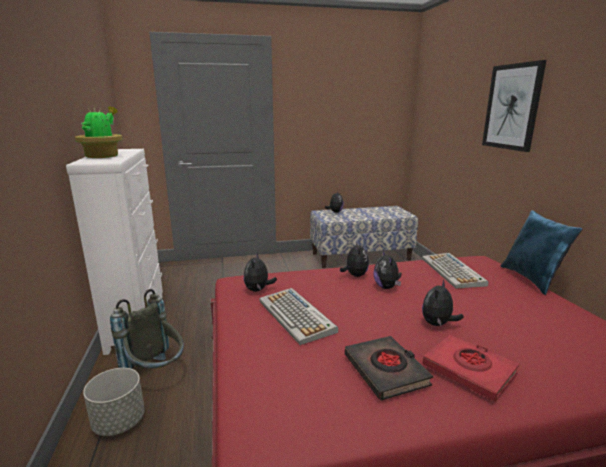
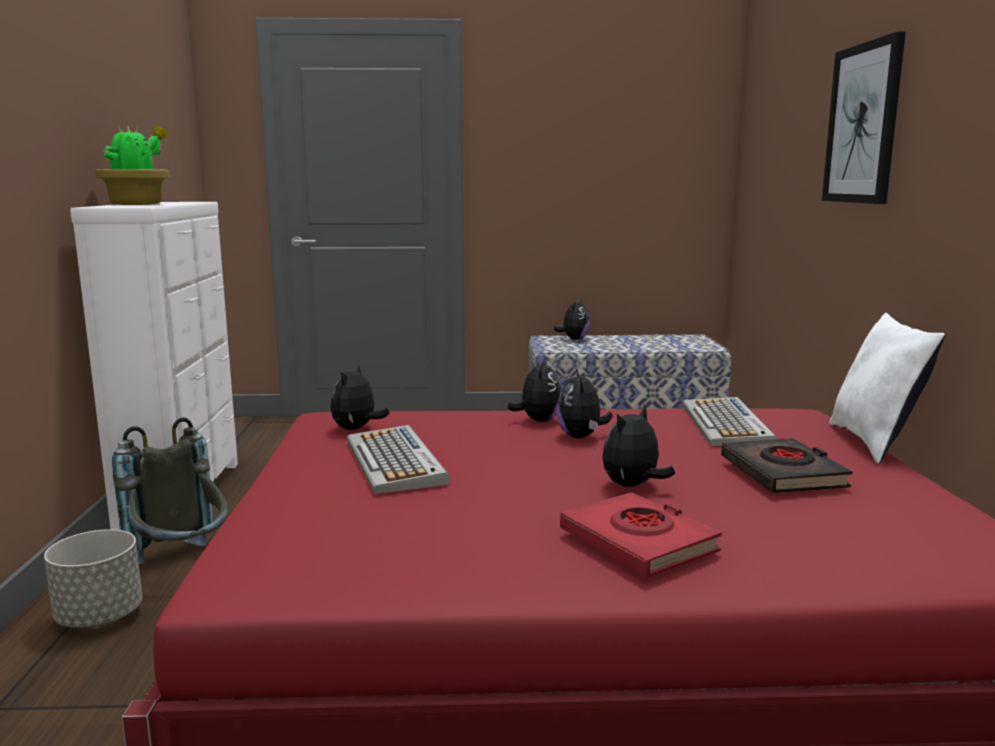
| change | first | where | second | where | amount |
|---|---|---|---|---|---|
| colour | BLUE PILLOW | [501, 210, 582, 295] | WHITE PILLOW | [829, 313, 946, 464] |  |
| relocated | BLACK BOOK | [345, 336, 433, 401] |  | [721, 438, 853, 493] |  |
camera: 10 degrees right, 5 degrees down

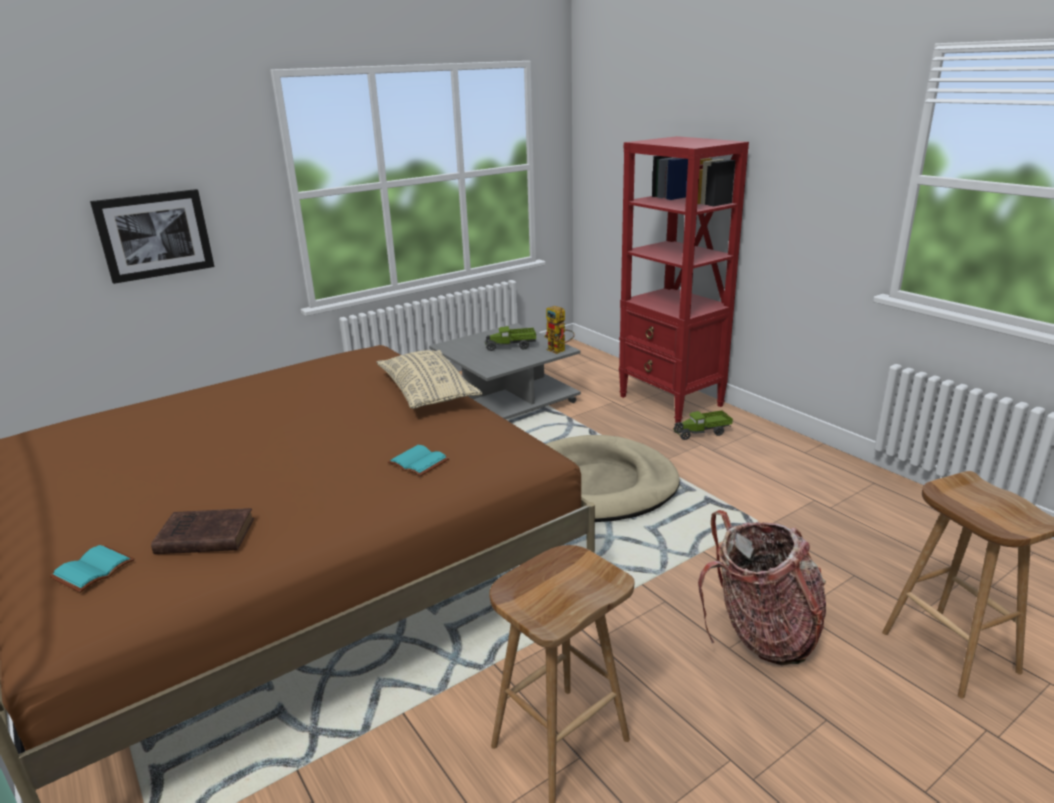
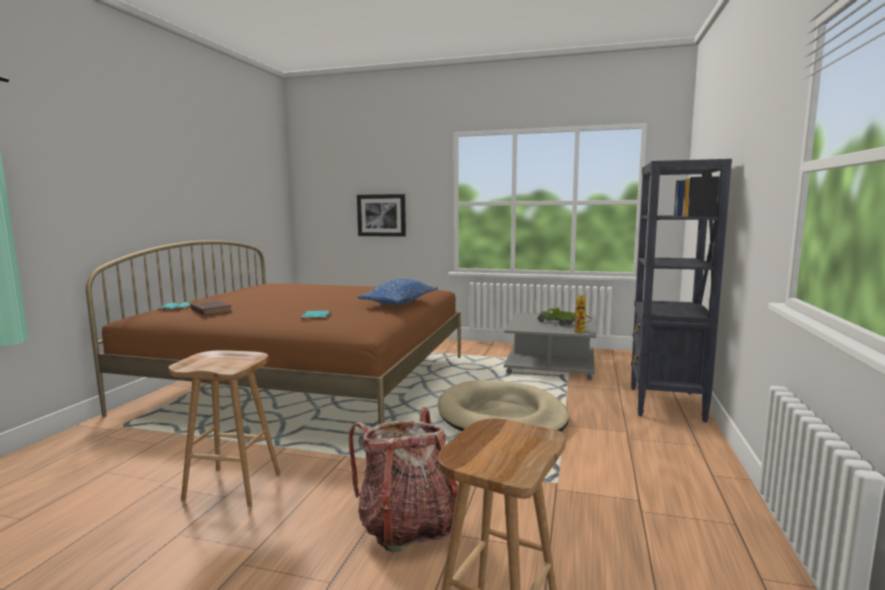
| change | first | where | second | where | amount |
|---|---|---|---|---|---|
| colour | RED BOOKCASE | [619, 136, 749, 423] | BLACK BOOKCASE | [631, 159, 732, 422] |  |
| colour | BEIGE PILLOW | [377, 350, 482, 409] | BLUE PILLOW | [357, 279, 438, 305] |  |
| missing | TOY TRUCK | [673, 410, 733, 440] |  |  |  |
camera: 50 degrees right, 15 degrees down

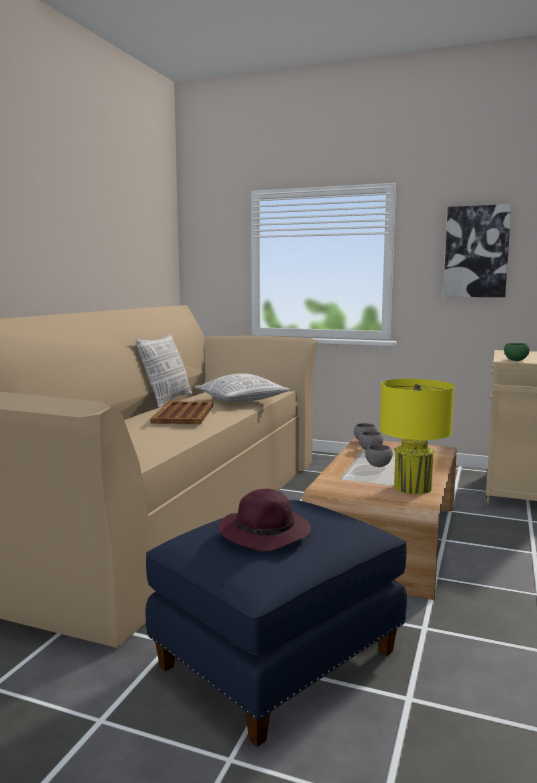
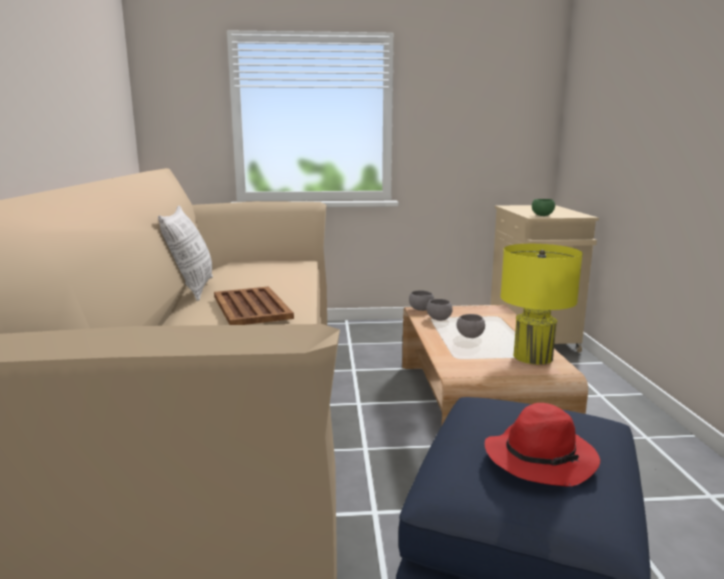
| change | first | where | second | where | amount |
|---|---|---|---|---|---|
| missing | PICTURE | [443, 204, 512, 297] |  |  |  |
| missing | PILLOW | [195, 373, 291, 402] |  |  |  |
| colour | PURPLE HAT | [218, 489, 311, 551] | RED HAT | [485, 403, 600, 486] |  |
camera: 25 degrees left, 5 degrees up

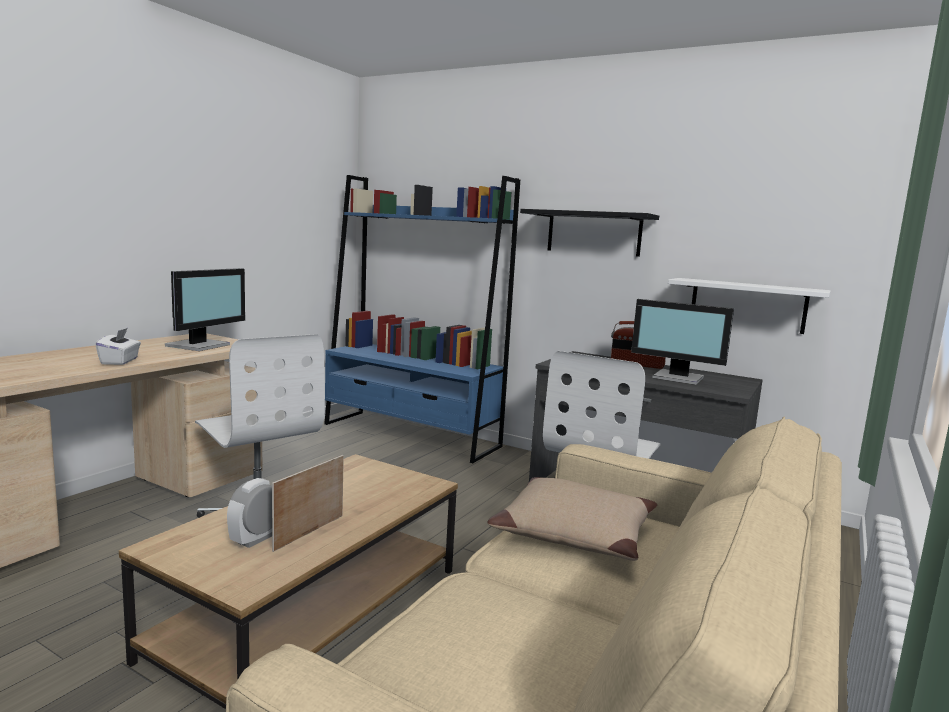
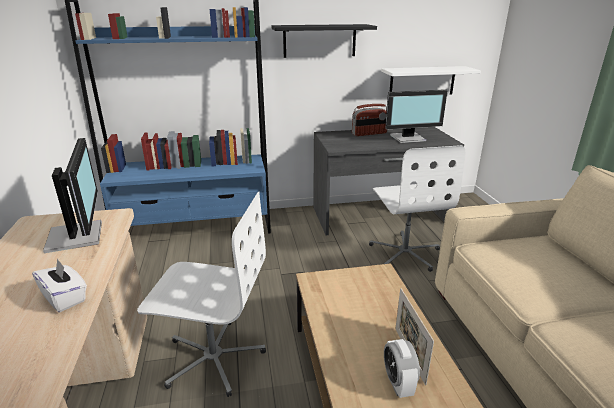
| change | first | where | second | where | amount |
|---|---|---|---|---|---|
| missing | BEIGE PILLOW | [487, 477, 657, 561] |  |  |  |
camera: 40 degrees left, 15 degrees up

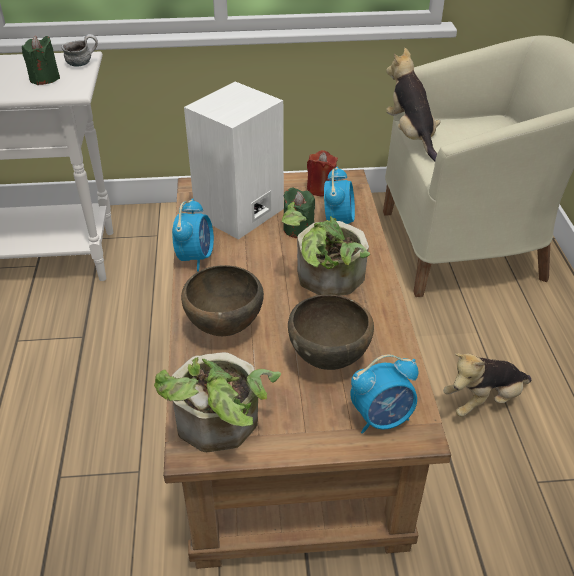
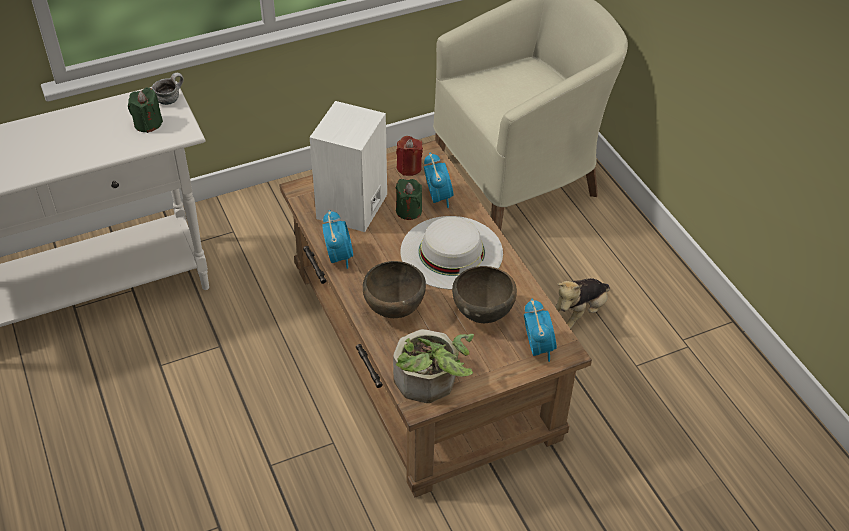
| change | first | where | second | where | amount |
|---|---|---|---|---|---|
| missing | PLUSH TOY | [386, 48, 441, 161] |  |  |  |
| exchanged | POTTED PLANT | [282, 202, 370, 296] | WHITE HAT | [401, 216, 503, 289] |  |
| spun | ALARM CLOCK | [350, 354, 418, 434] |  | [524, 299, 557, 362] | 60 degrees counterclockwise |
camera: 20 degrees left, 5 degrees up

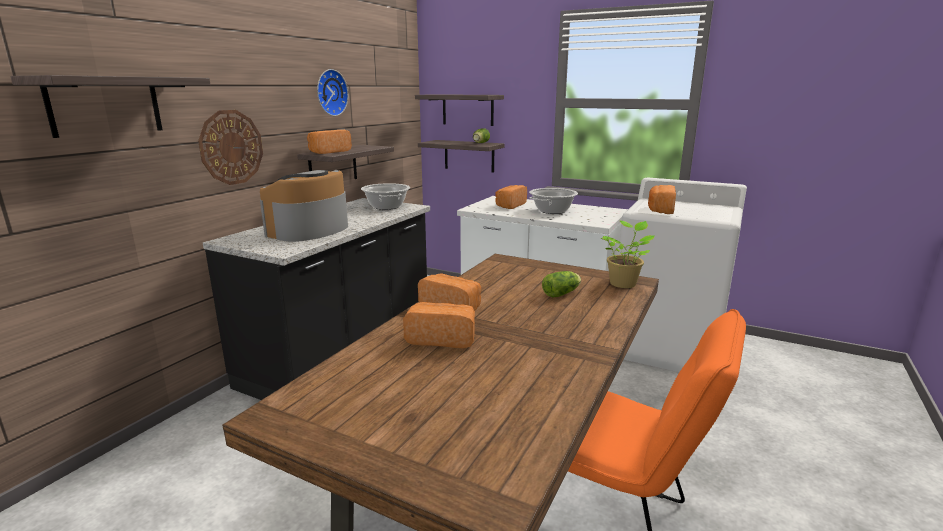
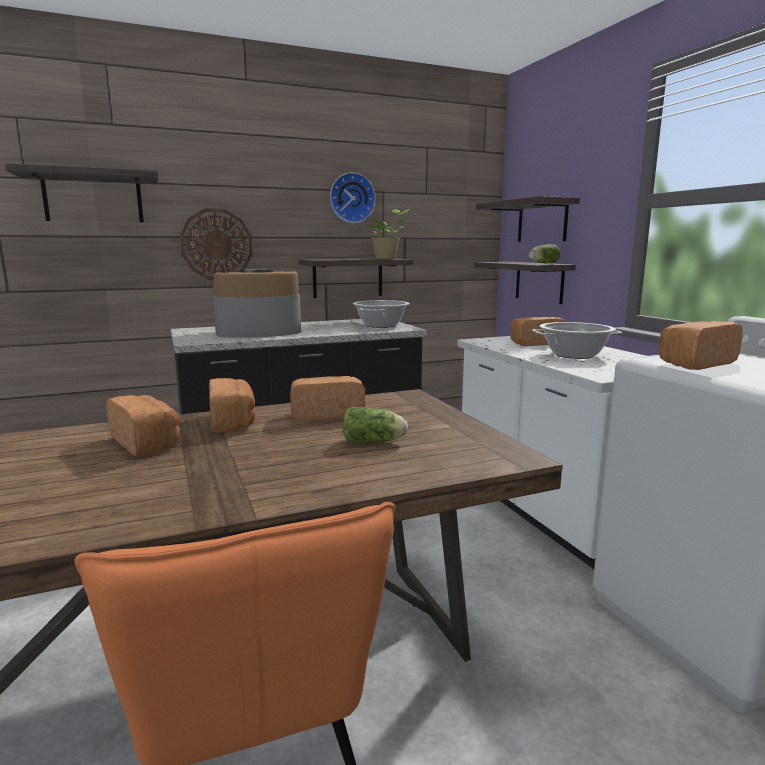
| change | first | where | second | where | amount |
|---|---|---|---|---|---|
| relocated | BREAD | [307, 130, 352, 154] |  | [290, 376, 365, 421] |  |
| relocated | POTTED PLANT | [600, 220, 655, 288] |  | [367, 209, 410, 259] |  |
camera: 40 degrees right, 5 degrees down

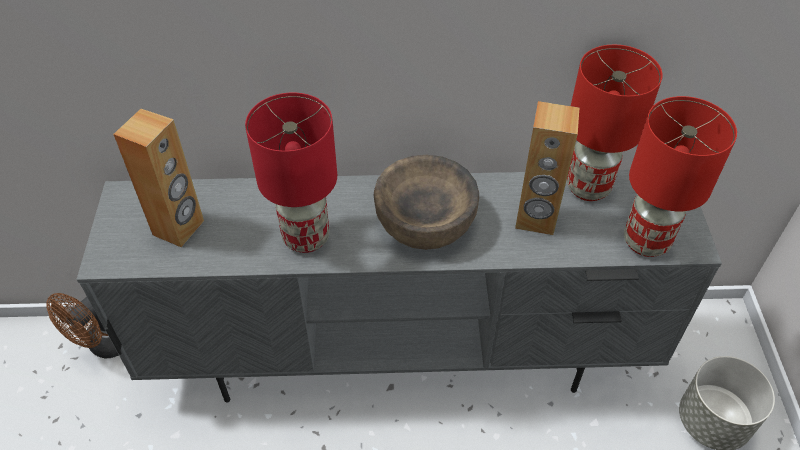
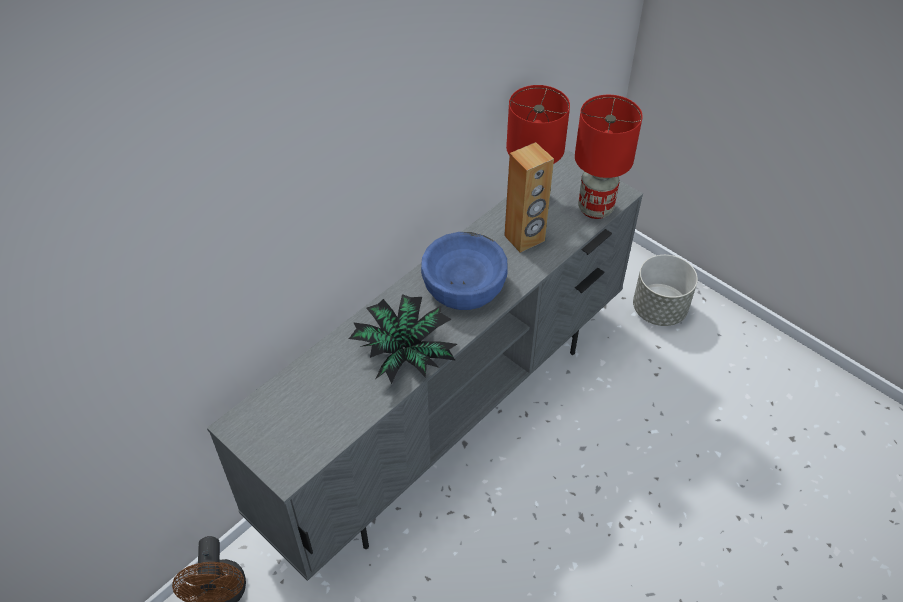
| change | first | where | second | where | amount |
|---|---|---|---|---|---|
| exchanged | RED TABLE LAMP | [245, 93, 337, 253] | POTTED PLANT | [349, 294, 457, 384] |  |
| missing | BROWN SPEAKER | [113, 108, 204, 247] |  |  |  |
| colour | BROWN BOWL | [374, 155, 479, 250] | BLUE BOWL | [421, 232, 508, 310] |  |
camera: 45 degrees left, 0 degrees up

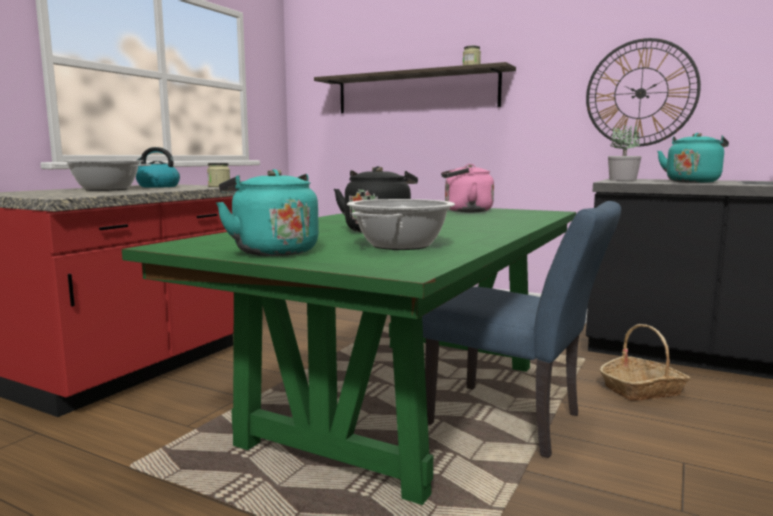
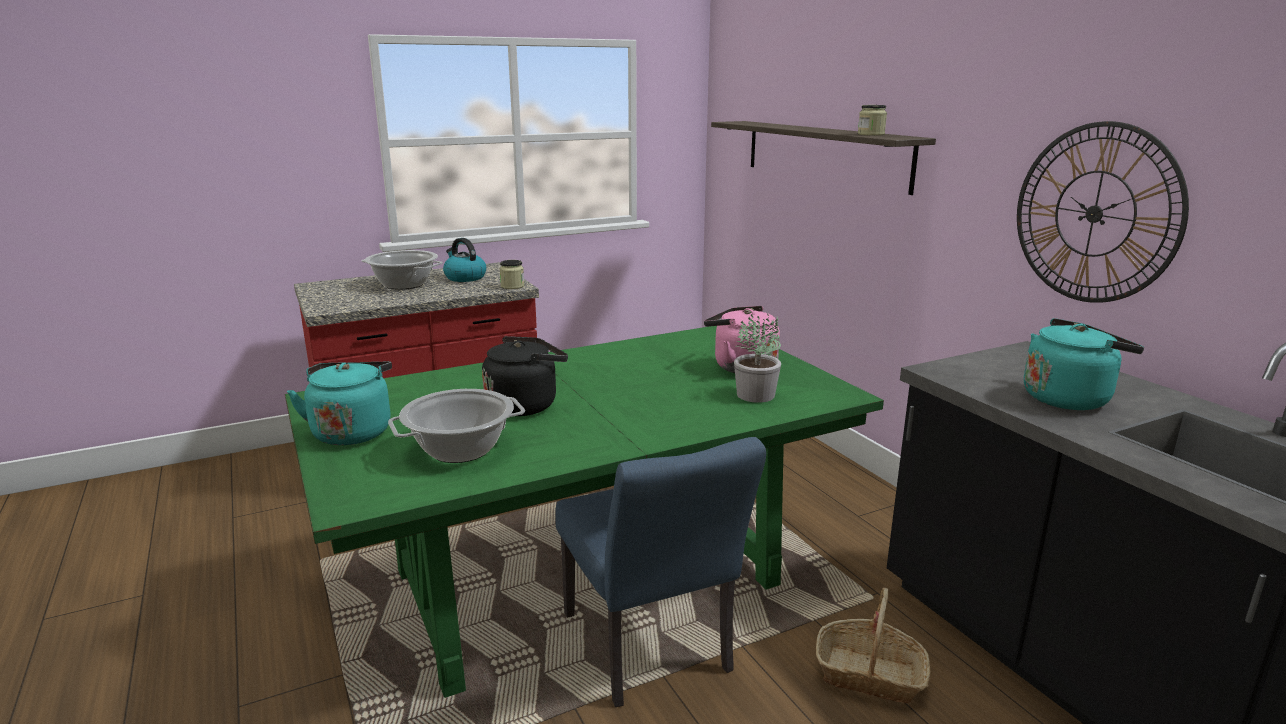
| change | first | where | second | where | amount |
|---|---|---|---|---|---|
| relocated | POTTED PLANT | [608, 124, 641, 181] |  | [734, 314, 781, 403] |  |
camera: 35 degrees right, 10 degrees up

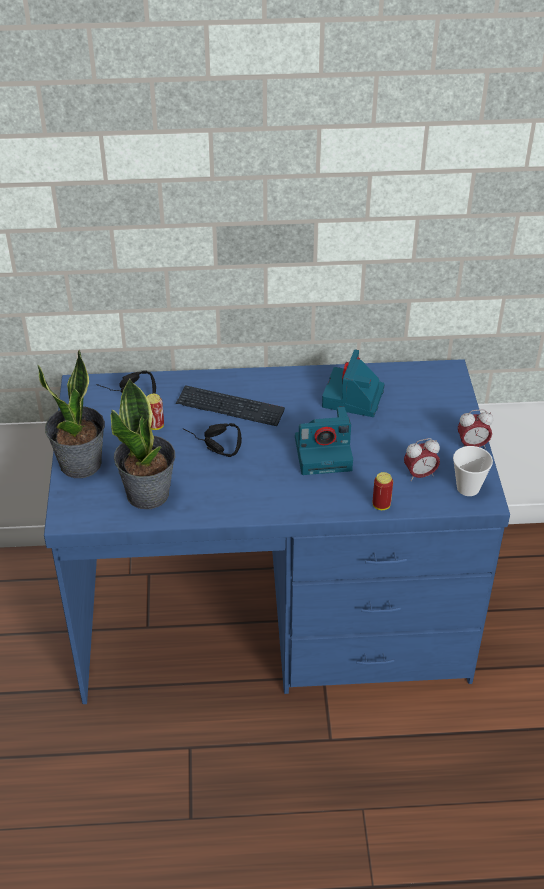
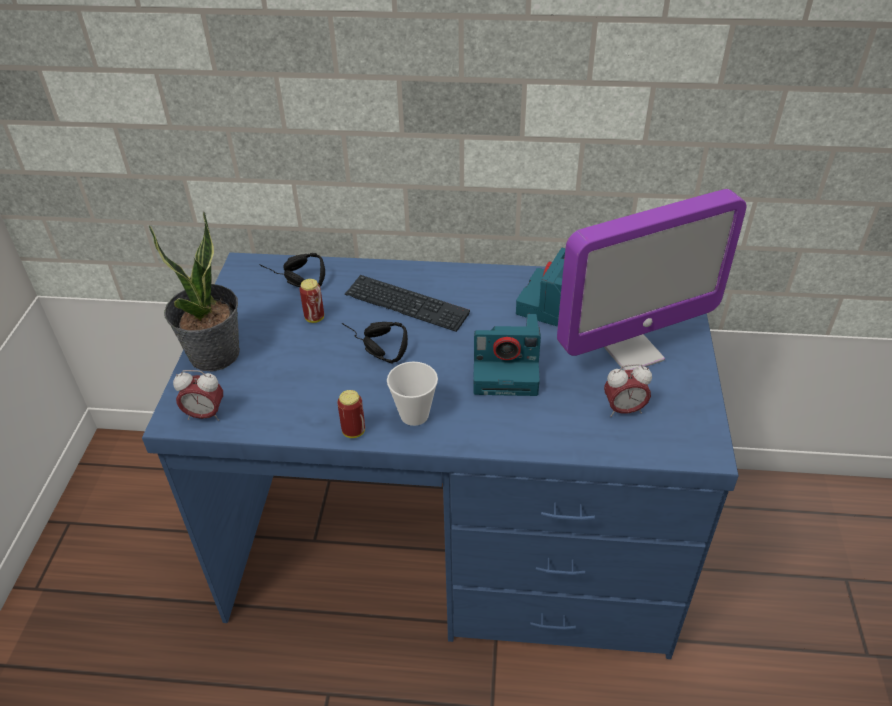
| change | first | where | second | where | amount |
|---|---|---|---|---|---|
| missing | POTTED PLANT | [111, 378, 175, 509] |  |  |  |
| relocated | ALARM CLOCK | [458, 409, 493, 448] |  | [173, 370, 223, 421] |  |
| relocated | CUP | [453, 446, 493, 496] |  | [387, 362, 438, 426] |  |
| relocated | CAN | [373, 472, 393, 510] |  | [337, 390, 365, 438] |  |
| appeared |  |  | MONITOR | [557, 189, 747, 370] |  |
camera: 10 degrees right, 0 degrees up

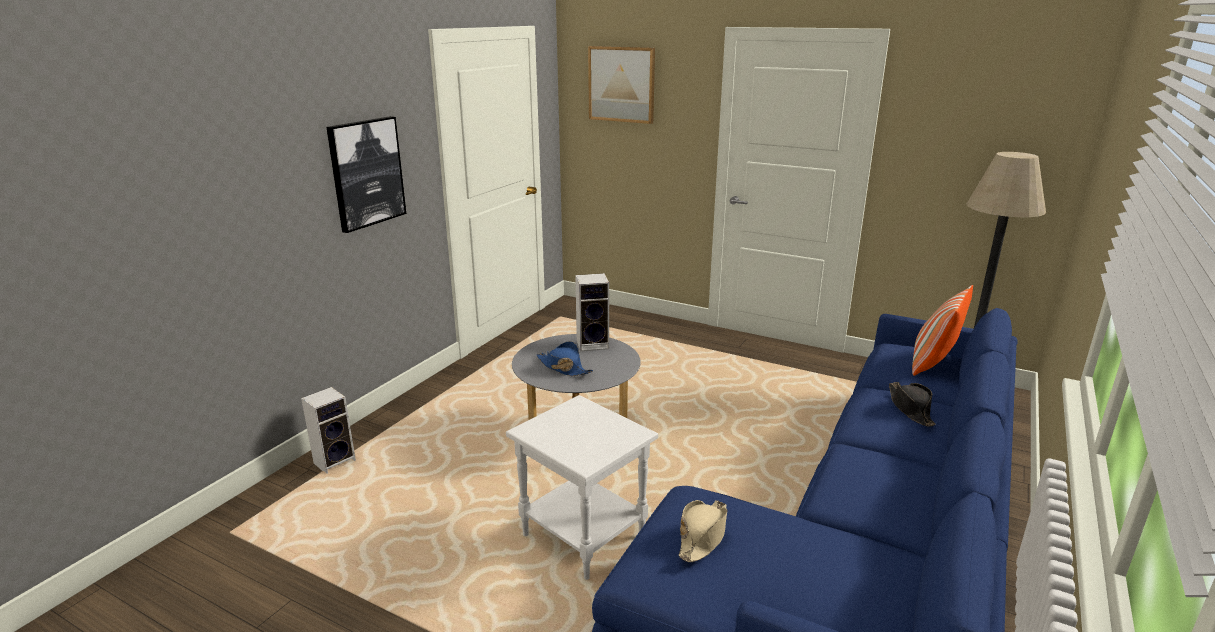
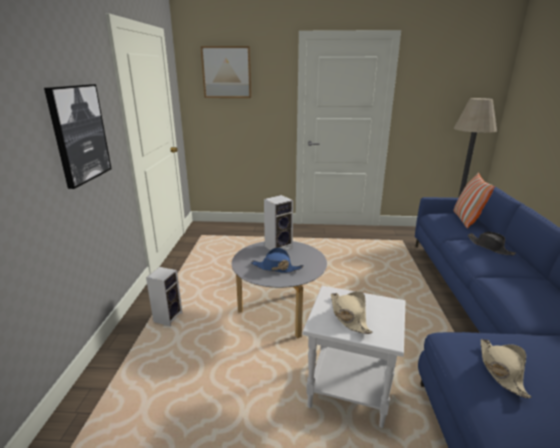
| change | first | where | second | where | amount |
|---|---|---|---|---|---|
| relocated | SPEAKER | [301, 387, 356, 474] |  | [146, 267, 182, 326] |  |
| appeared |  |  | BEIGE HAT | [331, 291, 372, 334] |  |
camera: 25 degrees left, 0 degrees up

